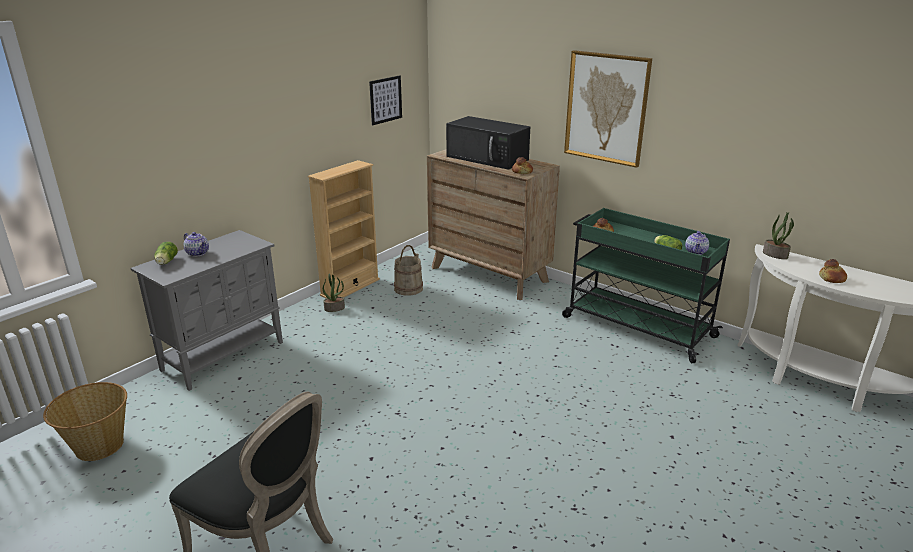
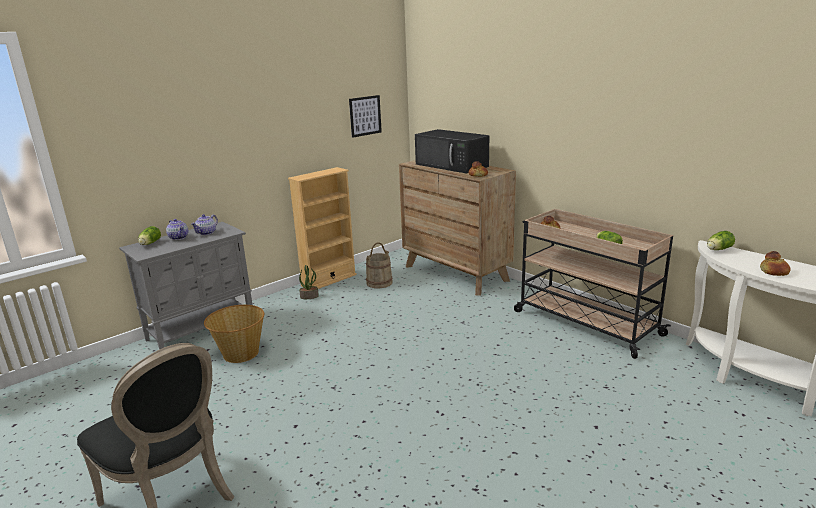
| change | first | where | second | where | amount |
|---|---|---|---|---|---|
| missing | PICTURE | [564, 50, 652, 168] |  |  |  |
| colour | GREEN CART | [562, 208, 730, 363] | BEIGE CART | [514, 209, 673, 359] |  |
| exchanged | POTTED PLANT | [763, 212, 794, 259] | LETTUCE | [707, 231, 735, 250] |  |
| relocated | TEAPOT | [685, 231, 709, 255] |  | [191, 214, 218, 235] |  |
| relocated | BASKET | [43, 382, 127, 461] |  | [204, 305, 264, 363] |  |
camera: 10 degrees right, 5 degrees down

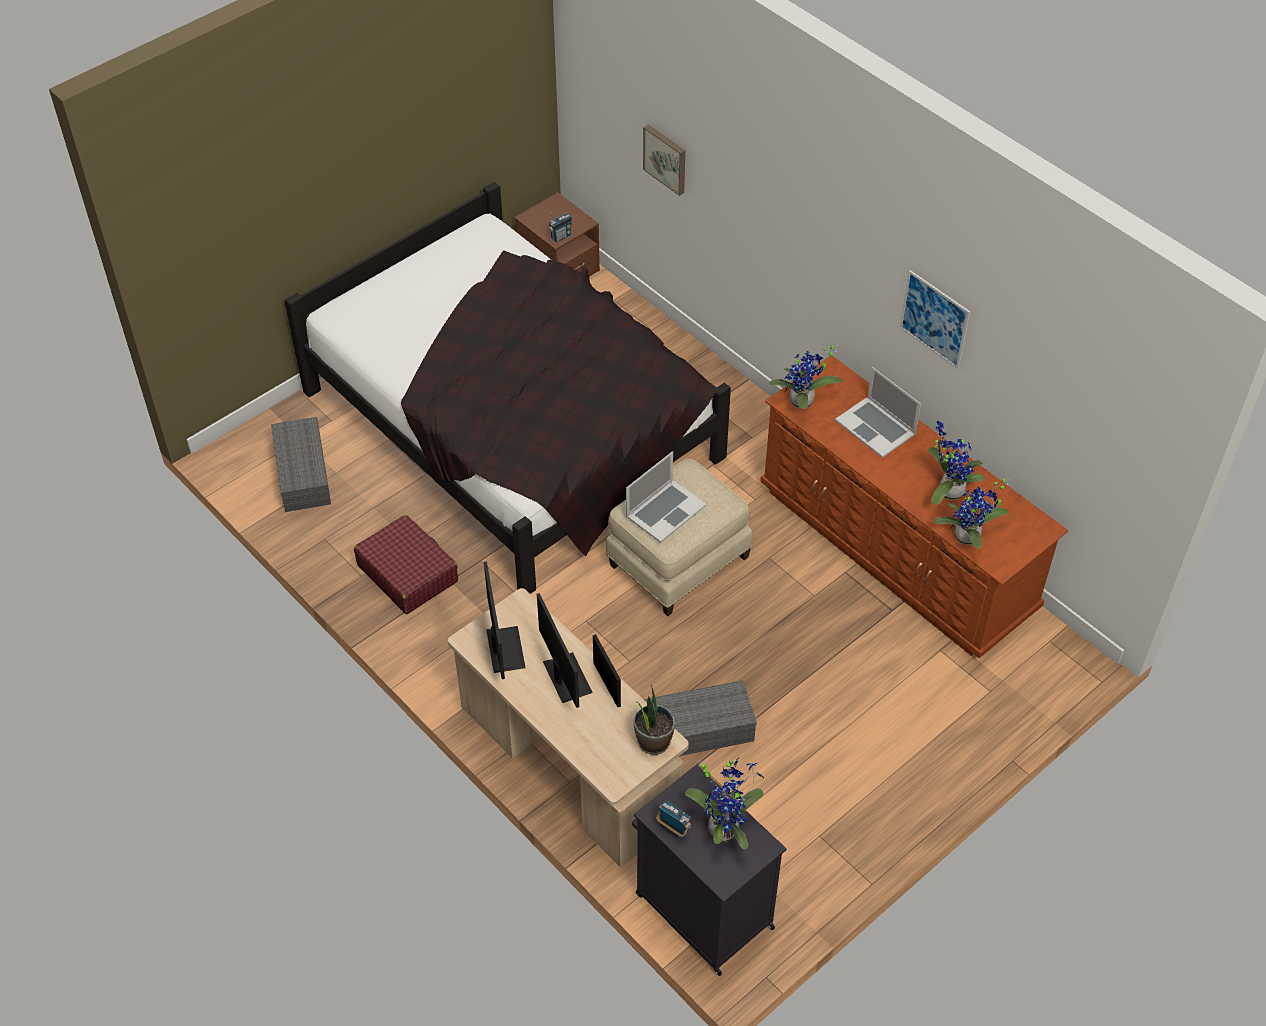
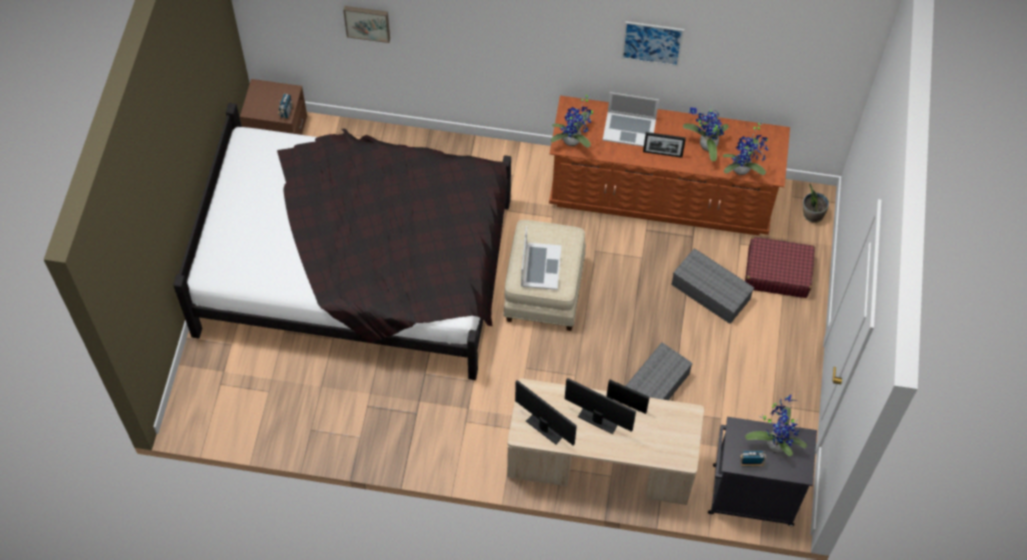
| change | first | where | second | where | amount |
|---|---|---|---|---|---|
| relocated | GREY STORAGE BOX | [271, 417, 331, 512] |  | [671, 248, 754, 324] |  |
| relocated | RED SUITCASE | [354, 515, 458, 614] |  | [745, 237, 815, 298] |  |
| relocated | POTTED PLANT | [634, 685, 675, 755] |  | [803, 184, 829, 223] |  |
| appeared |  |  | PICTURE FRAME | [643, 132, 686, 158] |  |
camera: 40 degrees left, 10 degrees up

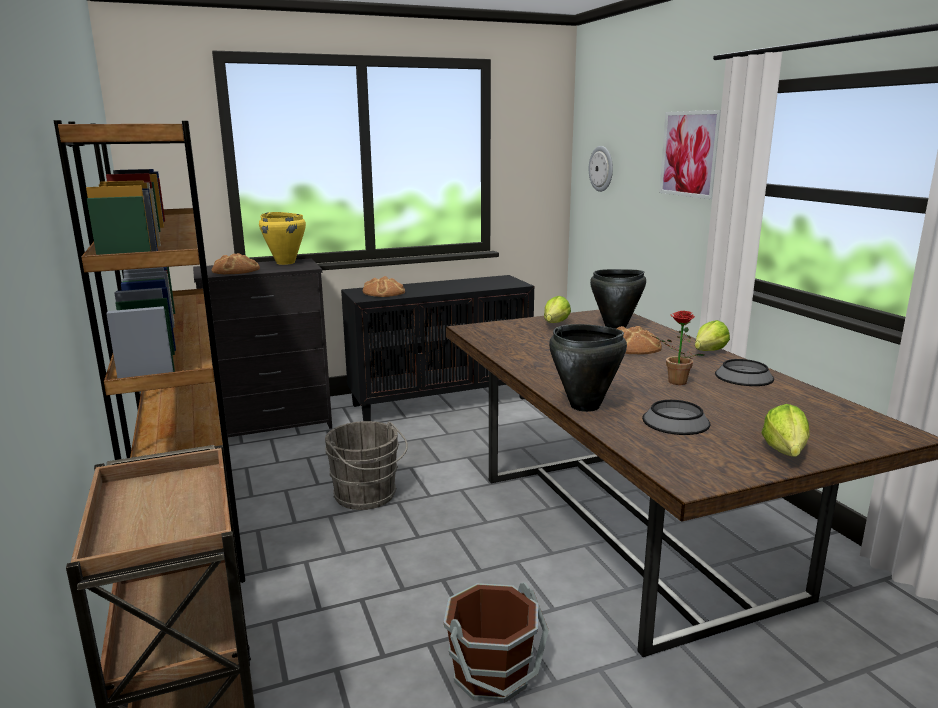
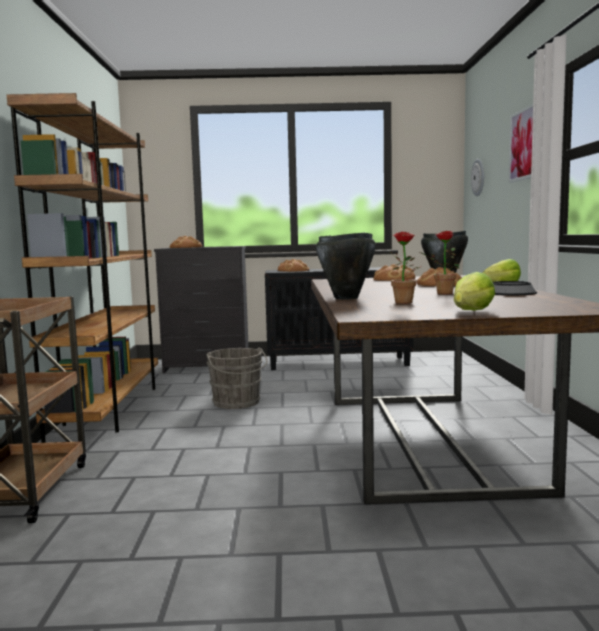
| change | first | where | second | where | amount |
|---|---|---|---|---|---|
| missing | YELLOW COOKING POT | [259, 212, 306, 265] |  |  |  |
| exchanged | LETTUCE | [544, 296, 571, 323] | BREAD | [373, 264, 415, 281] |  |
| exchanged | BOWL | [642, 400, 710, 435] | POTTED PLANT | [389, 231, 422, 304] |  |
| missing | BROWN BUCKET | [444, 582, 549, 703] |  |  |  |
camera: 20 degrees right, 10 degrees down

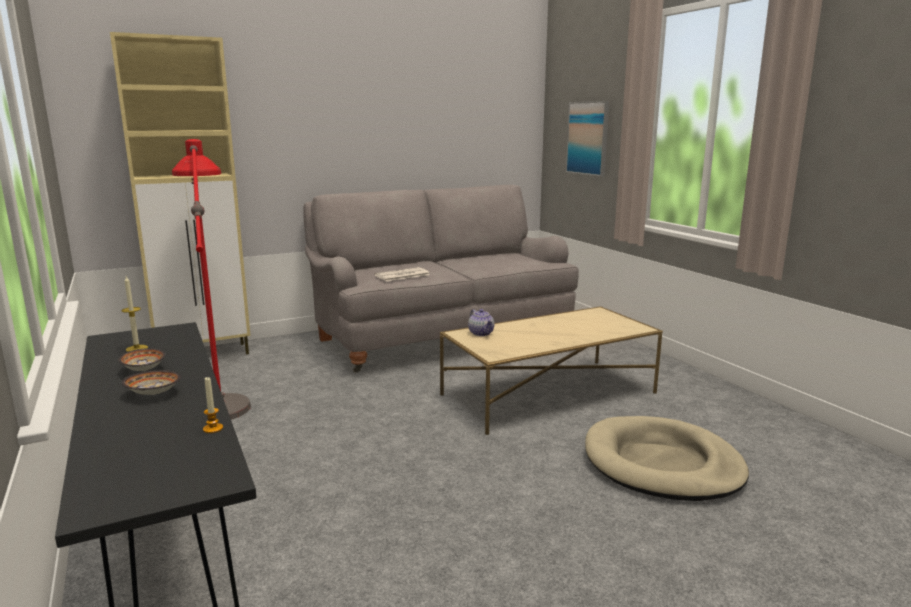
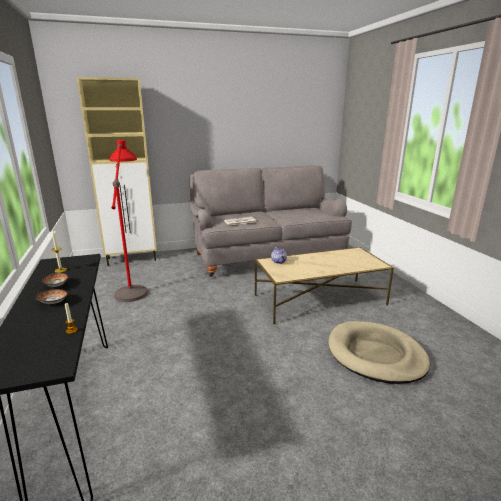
| change | first | where | second | where | amount |
|---|---|---|---|---|---|
| missing | PICTURE | [566, 101, 610, 177] |  |  |  |
camera: 10 degrees right, 5 degrees up

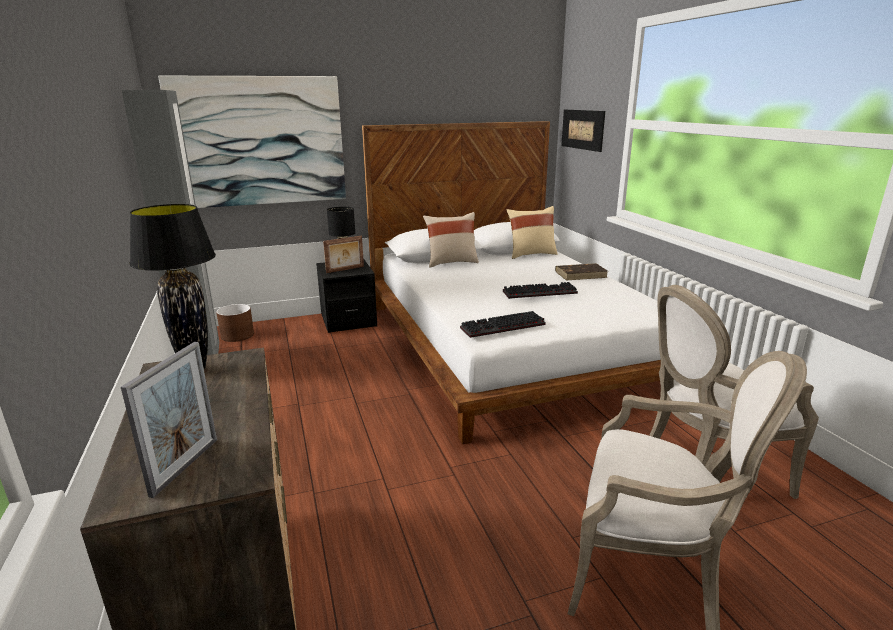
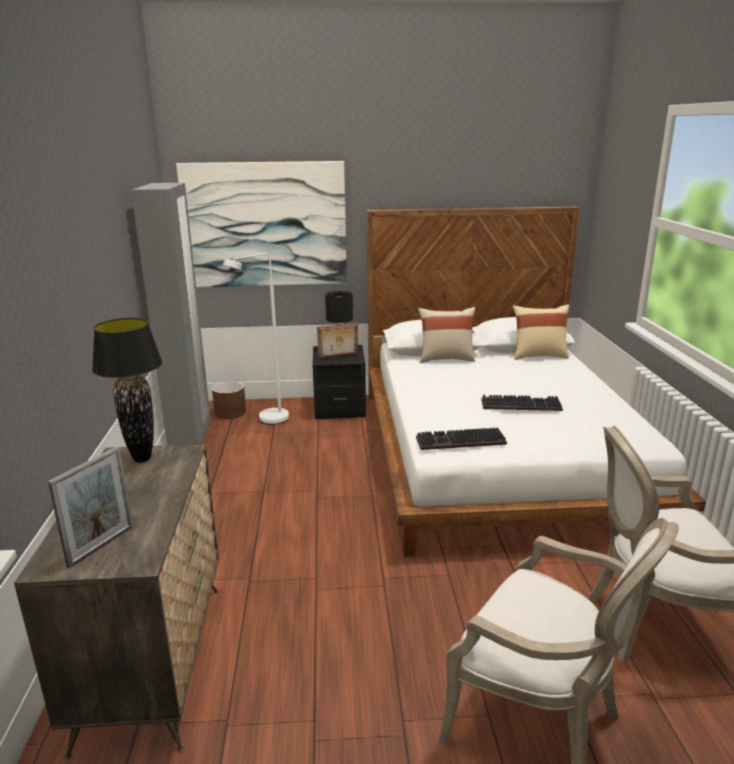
| change | first | where | second | where | amount |
|---|---|---|---|---|---|
| missing | PICTURE | [561, 110, 605, 152] |  |  |  |
| missing | BROWN BOOK | [555, 263, 608, 281] |  |  |  |
| appeared |  |  | WHITE FLOOR LAMP | [223, 253, 289, 425] |  |
camera: 15 degrees right, 0 degrees up

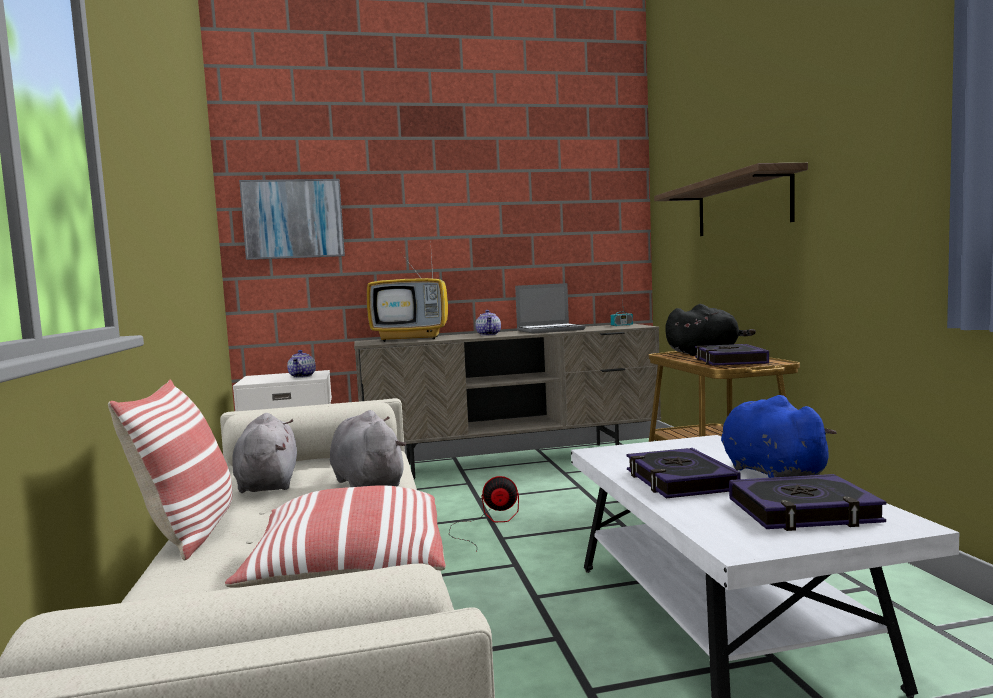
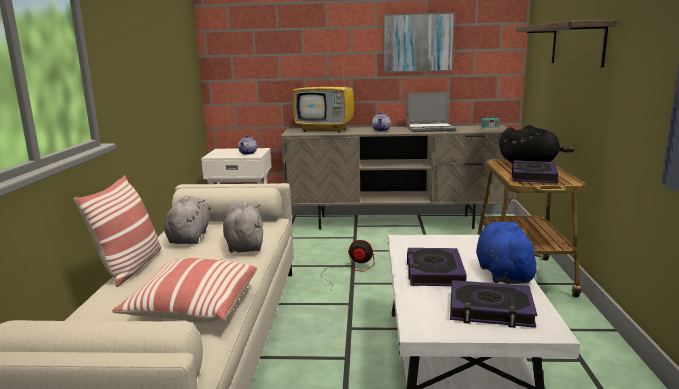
| change | first | where | second | where | amount |
|---|---|---|---|---|---|
| relocated | PICTURE | [239, 179, 345, 260] |  | [384, 12, 455, 72] |  |
camera: 15 degrees right, 10 degrees up

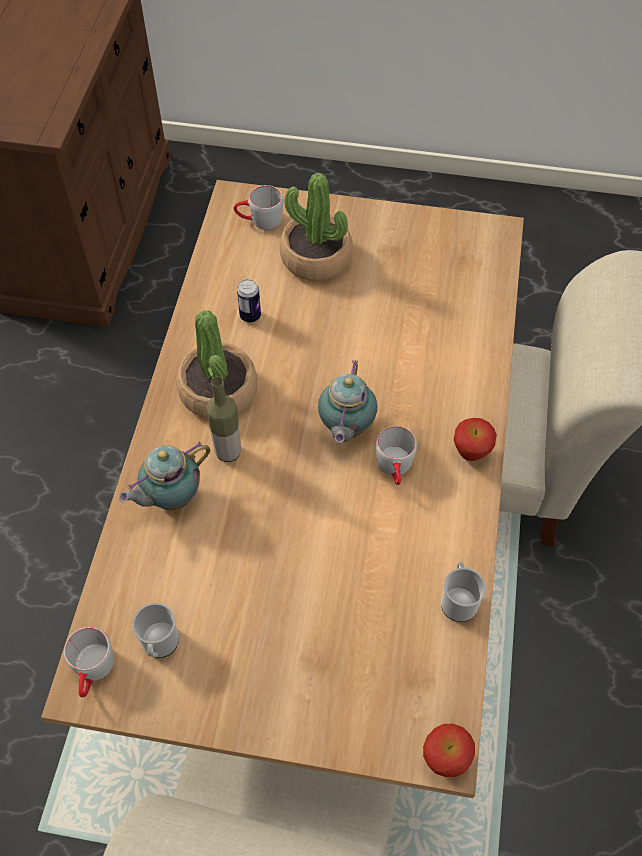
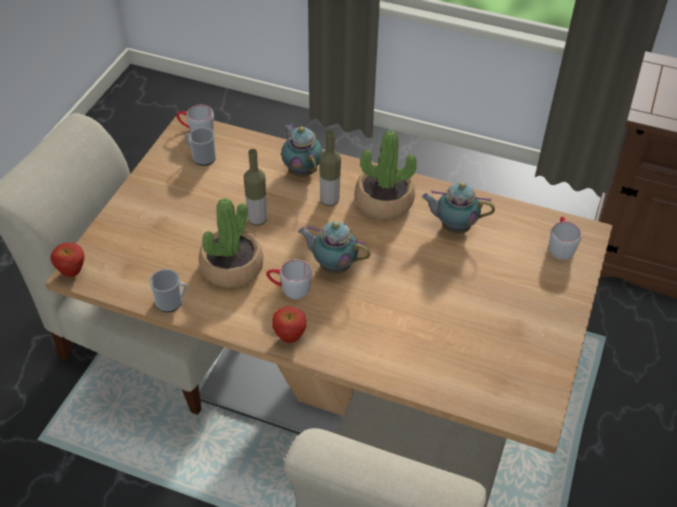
| change | first | where | second | where | amount |
|---|---|---|---|---|---|
| relocated | POTTED PLANT | [280, 173, 353, 281] |  | [199, 198, 264, 288] |  |
| exchanged | CAN | [237, 279, 261, 322] | TEAPOT | [422, 182, 495, 234] |  |
| appeared |  |  | BOTTLE | [244, 149, 267, 226] |  |
camera: 100 degrees right, 10 degrees down

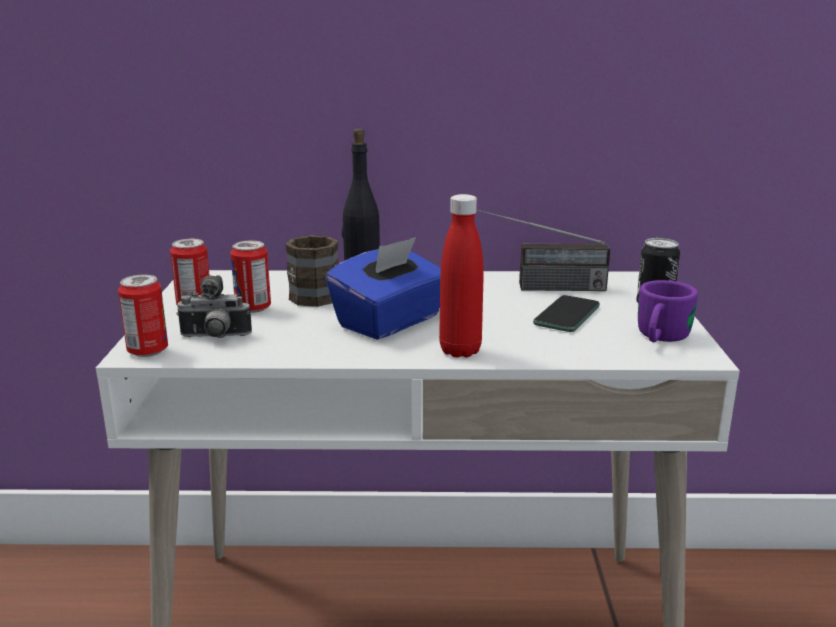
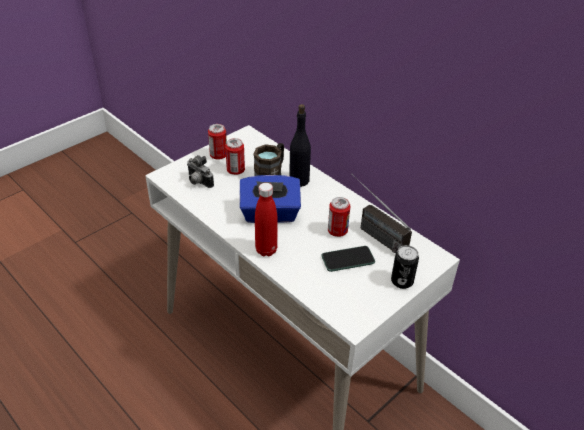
| change | first | where | second | where | amount |
|---|---|---|---|---|---|
| relocated | CAN | [118, 275, 168, 357] |  | [328, 197, 350, 237] |  |
| missing | PURPLE MUG | [638, 280, 698, 342] |  |  |  |
camera: 45 degrees right, 20 degrees up

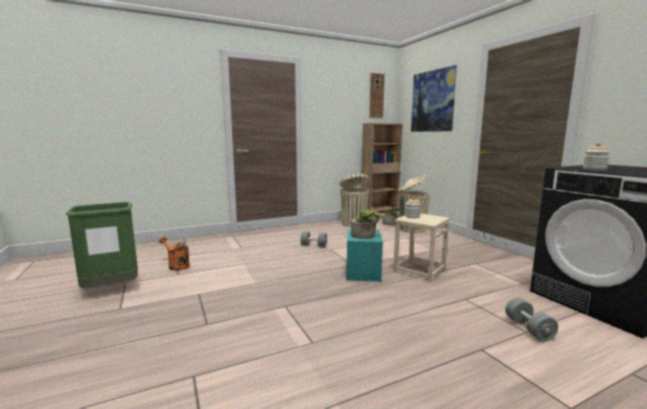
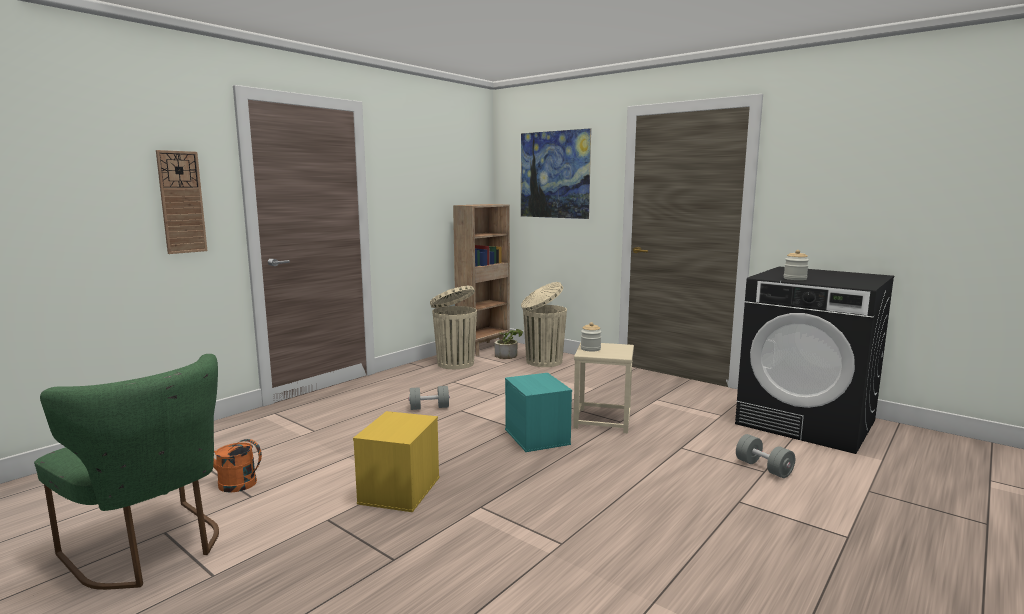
| change | first | where | second | where | amount |
|---|---|---|---|---|---|
| relocated | WALL CLOCK | [369, 73, 385, 118] |  | [156, 150, 208, 254] |  |
| exchanged | GREEN TRASH CAN | [66, 202, 138, 288] | GREEN CHAIR | [34, 354, 219, 590] |  |
| missing | POTTED PLANT | [351, 209, 386, 239] |  |  |  |
| appeared |  |  | YELLOW STORAGE BOX | [353, 411, 440, 512] |  |
camera: 25 degrees left, 0 degrees up

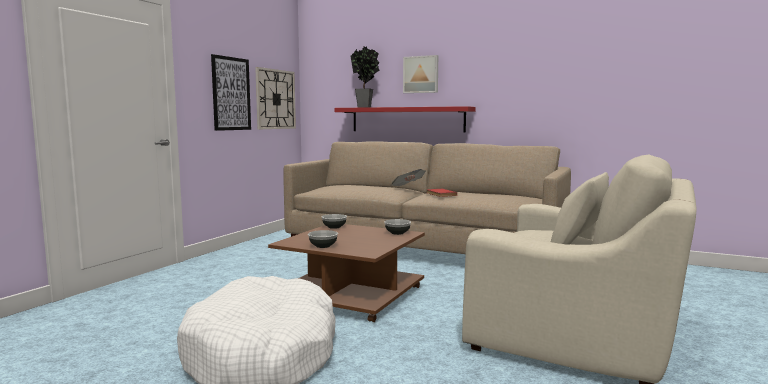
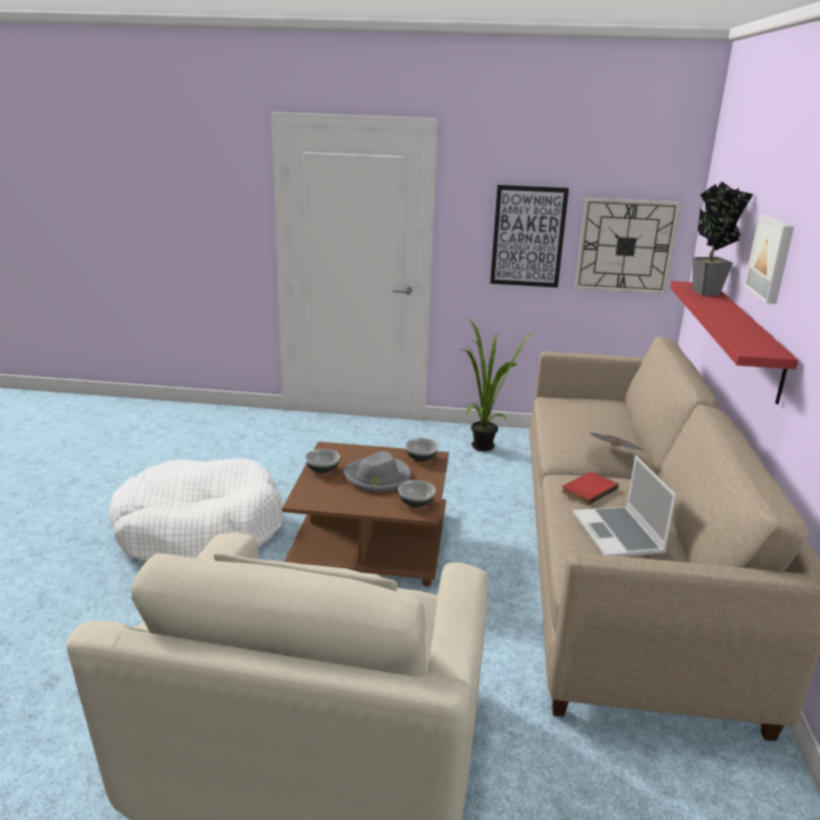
| change | first | where | second | where | amount |
|---|---|---|---|---|---|
| appeared |  |  | POTTED PLANT | [460, 317, 534, 451] |  |
| appeared |  |  | GREY HAT | [343, 451, 411, 492] |  |
| appeared |  |  | LAPTOP | [573, 455, 676, 557] |  |
camera: 70 degrees right, 15 degrees up

